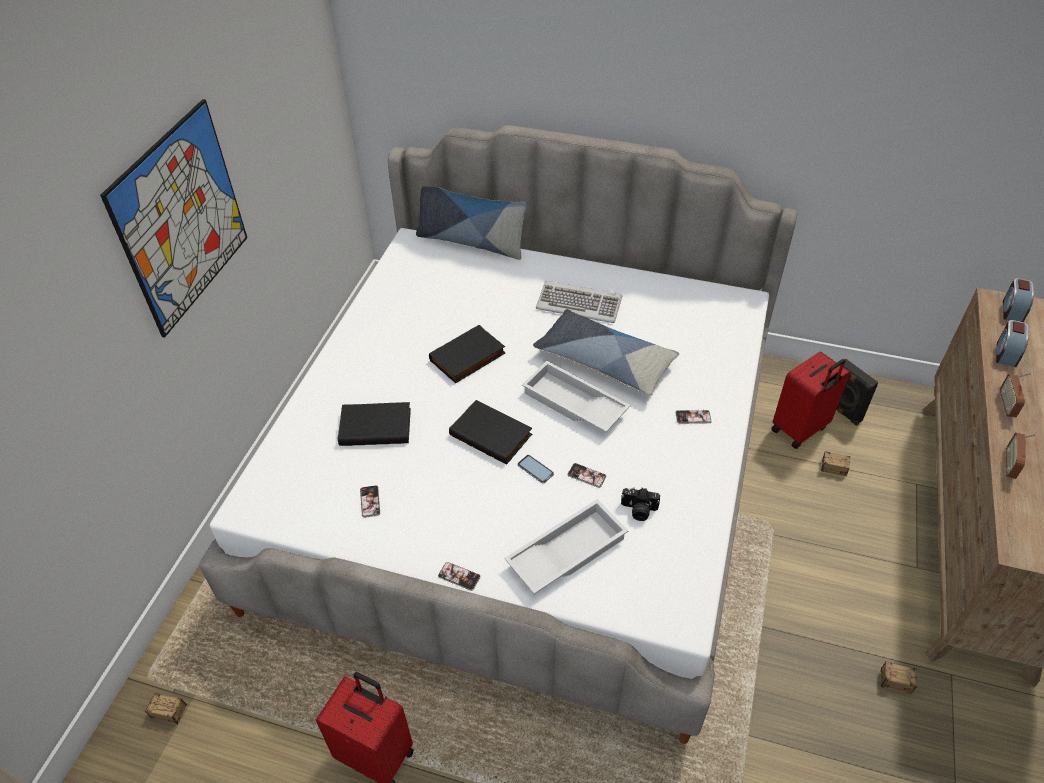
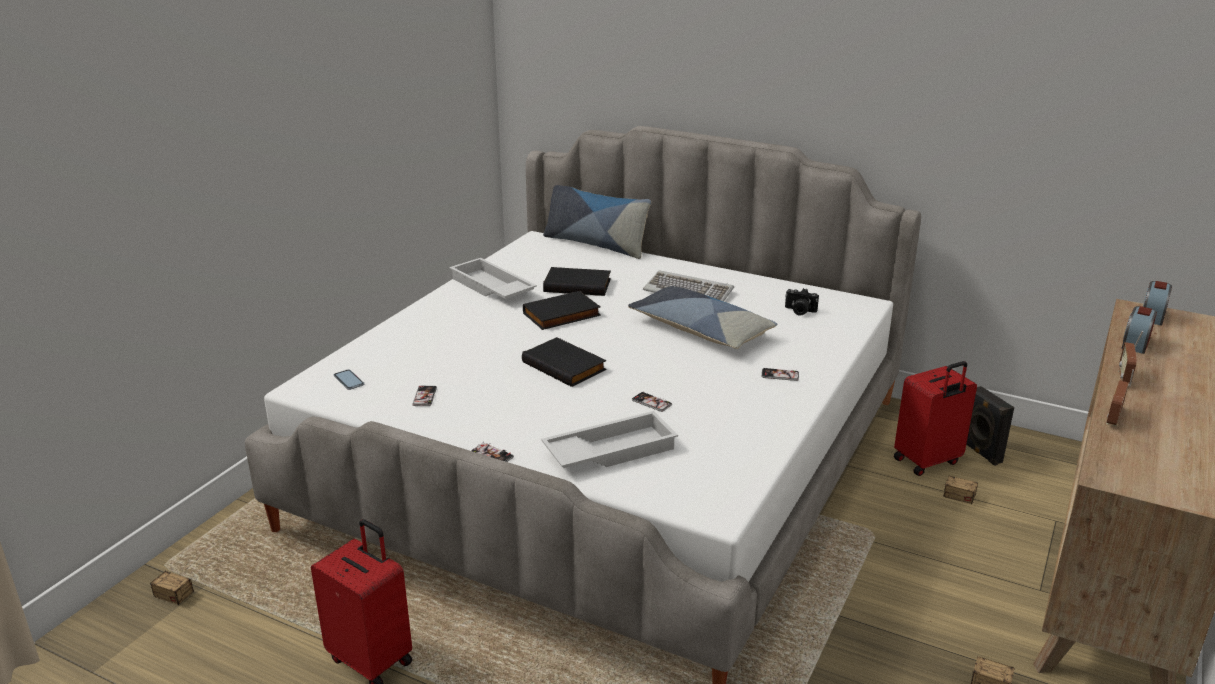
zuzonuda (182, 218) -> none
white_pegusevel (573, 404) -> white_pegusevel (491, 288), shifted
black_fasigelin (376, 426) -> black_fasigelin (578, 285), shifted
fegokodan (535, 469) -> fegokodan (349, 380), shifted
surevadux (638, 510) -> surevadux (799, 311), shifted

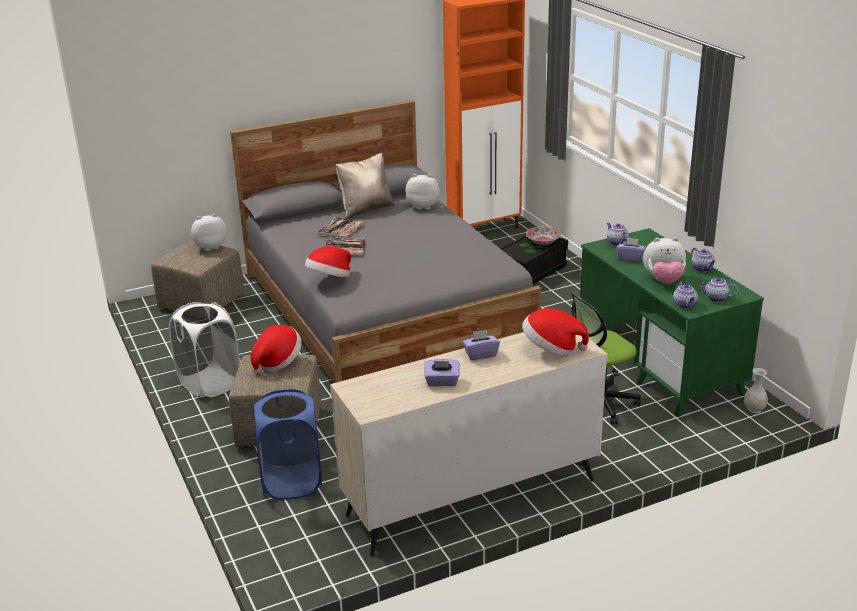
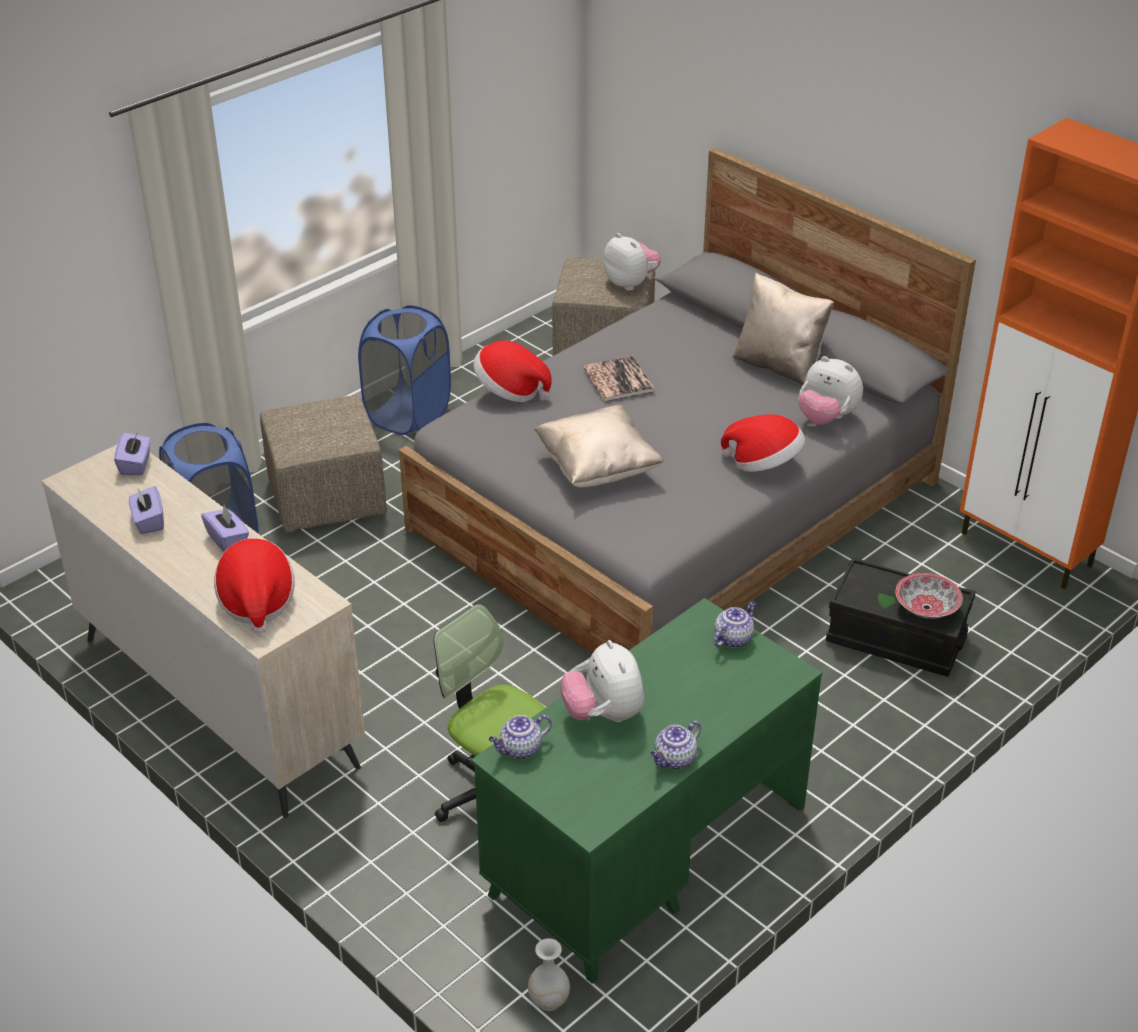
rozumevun (423, 206) -> rozumevun (826, 418), 135 degrees clockwise
fasigelin (341, 229) -> none
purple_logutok (630, 258) -> purple_logutok (136, 465), shifted
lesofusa (715, 298) -> none
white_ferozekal (209, 383) -> blue_ferozekal (408, 414)
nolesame (277, 362) -> nolesame (764, 463), shifted
none -> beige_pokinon (598, 468)

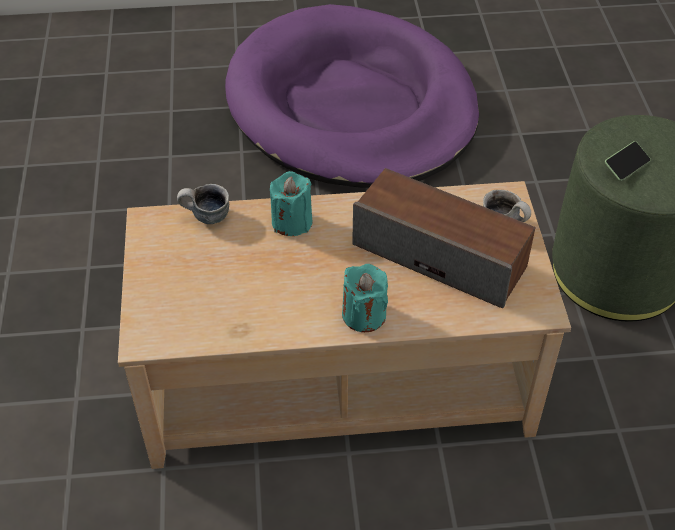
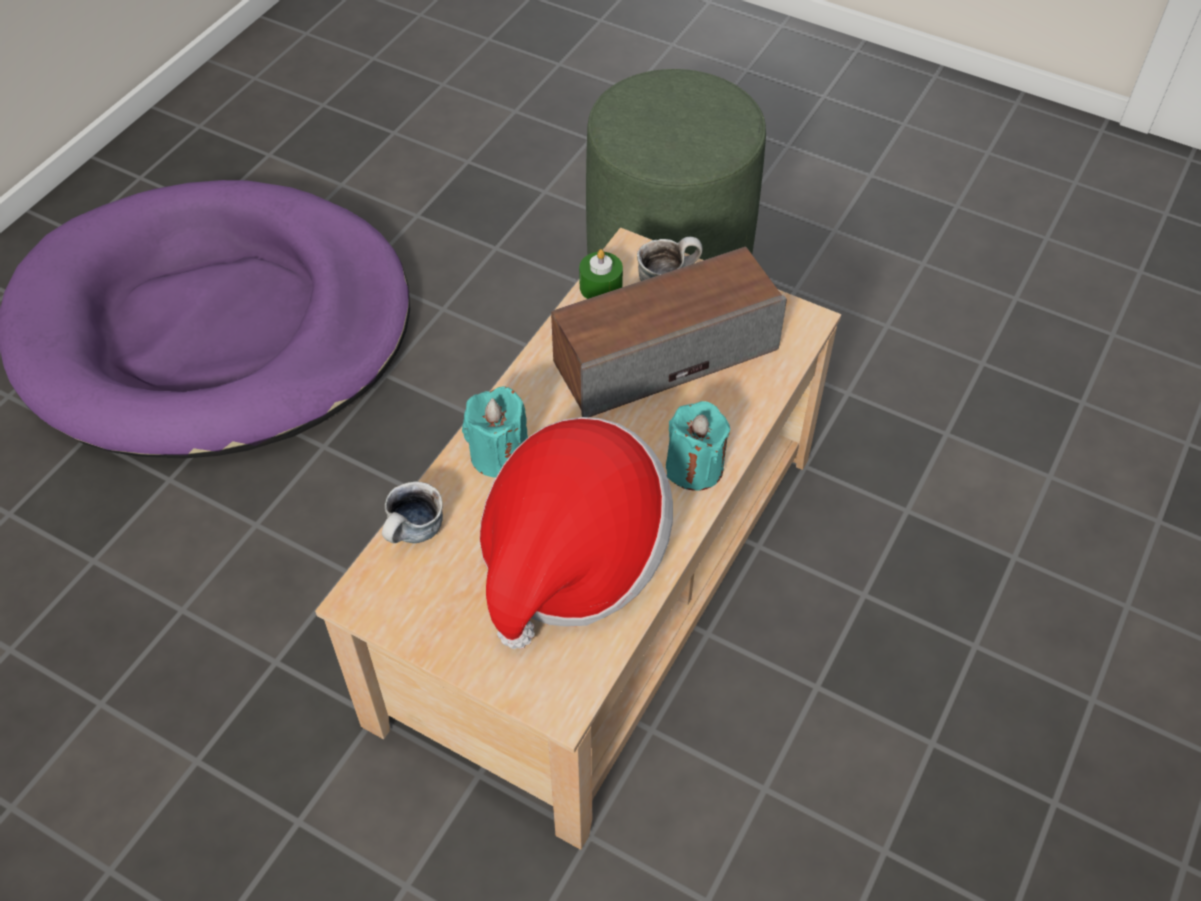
fegokodan (626, 167) -> none
none -> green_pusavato (601, 287)
none -> nolesame (571, 558)

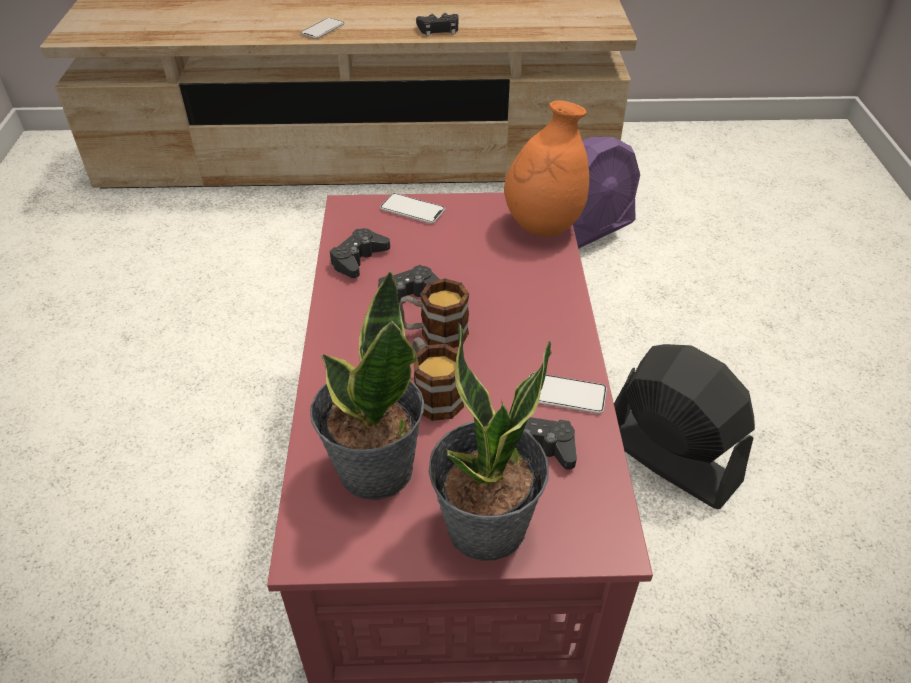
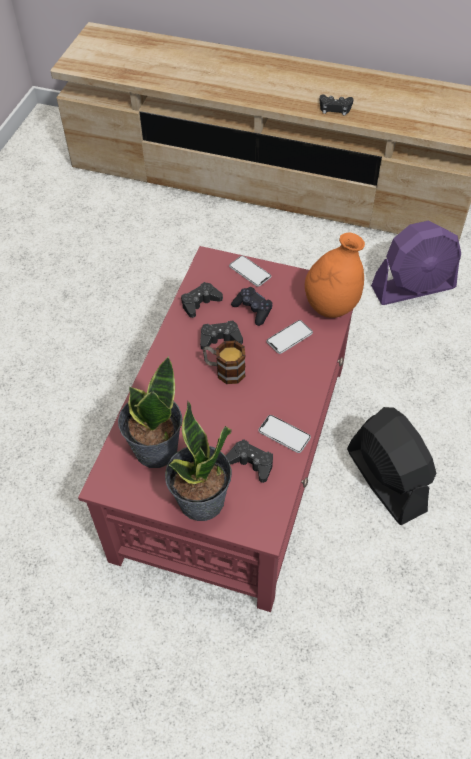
fegokodan (322, 29) -> fegokodan (289, 337), shifted
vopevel (433, 394) -> none
none -> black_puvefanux (253, 310)

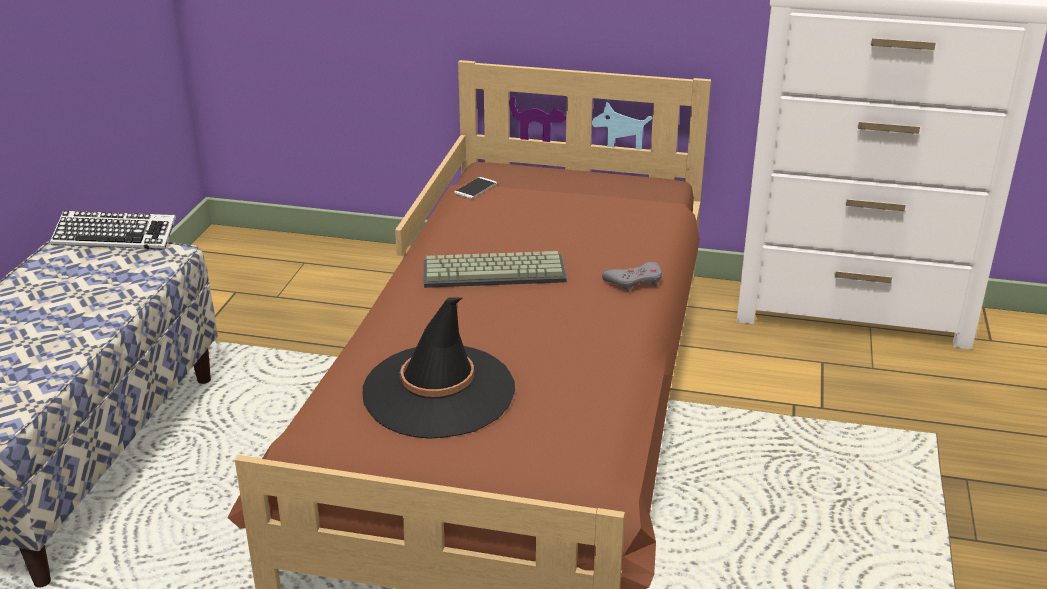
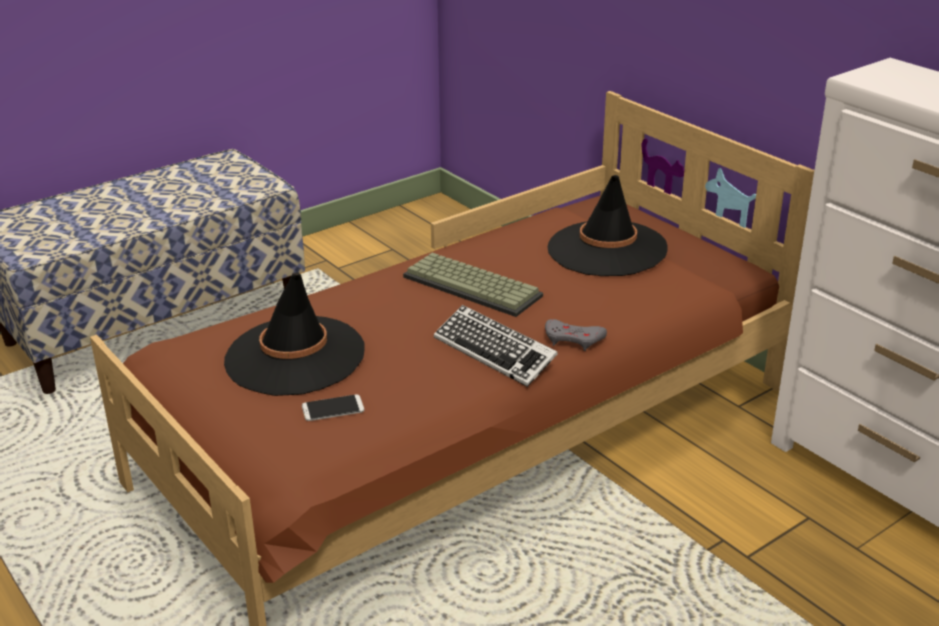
fegokodan (475, 188) -> fegokodan (333, 408), shifted
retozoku (115, 237) -> retozoku (494, 352), shifted
none -> black_nolesame (607, 249)

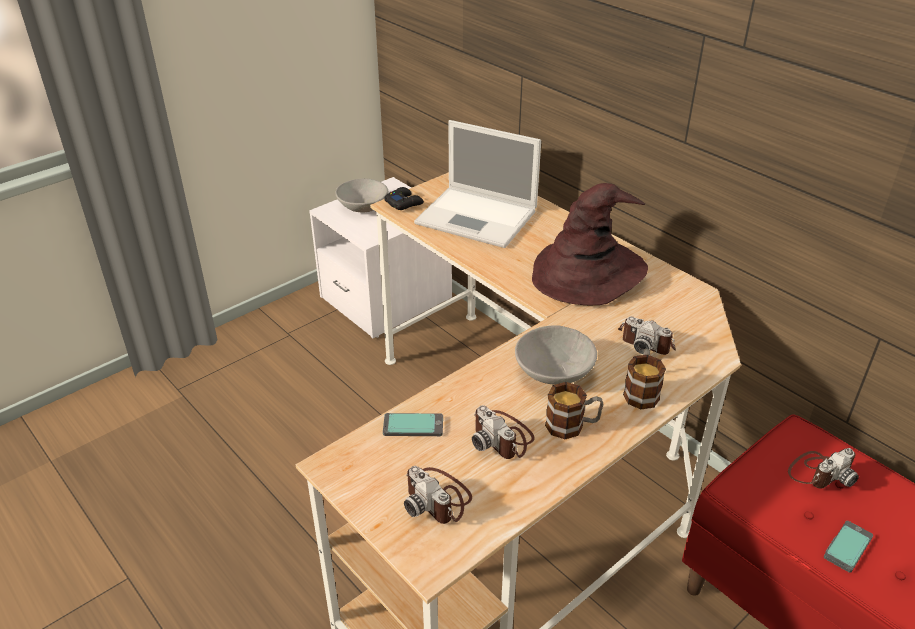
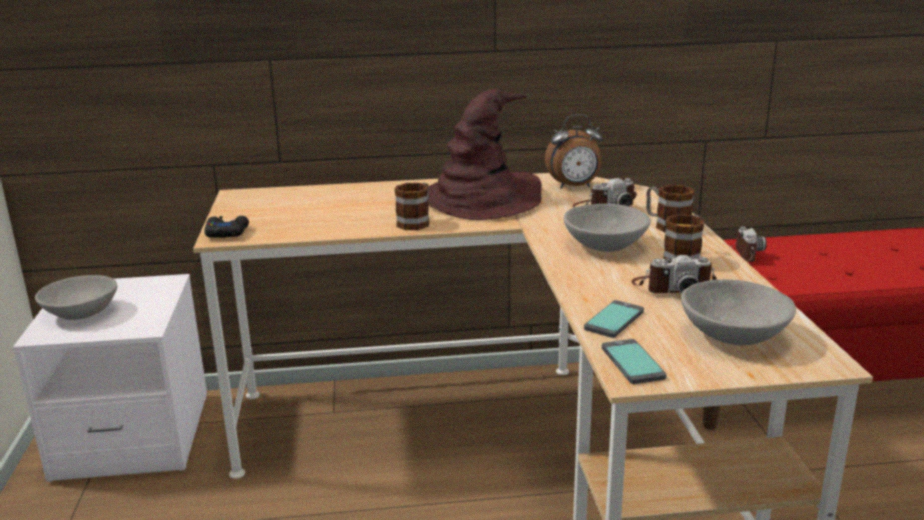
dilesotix (478, 217) -> none
surevadux (438, 498) -> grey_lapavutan (734, 335)
fegokodan (847, 547) -> fegokodan (632, 363), shifted
none -> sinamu (574, 187)
none -> vopevel (416, 222)

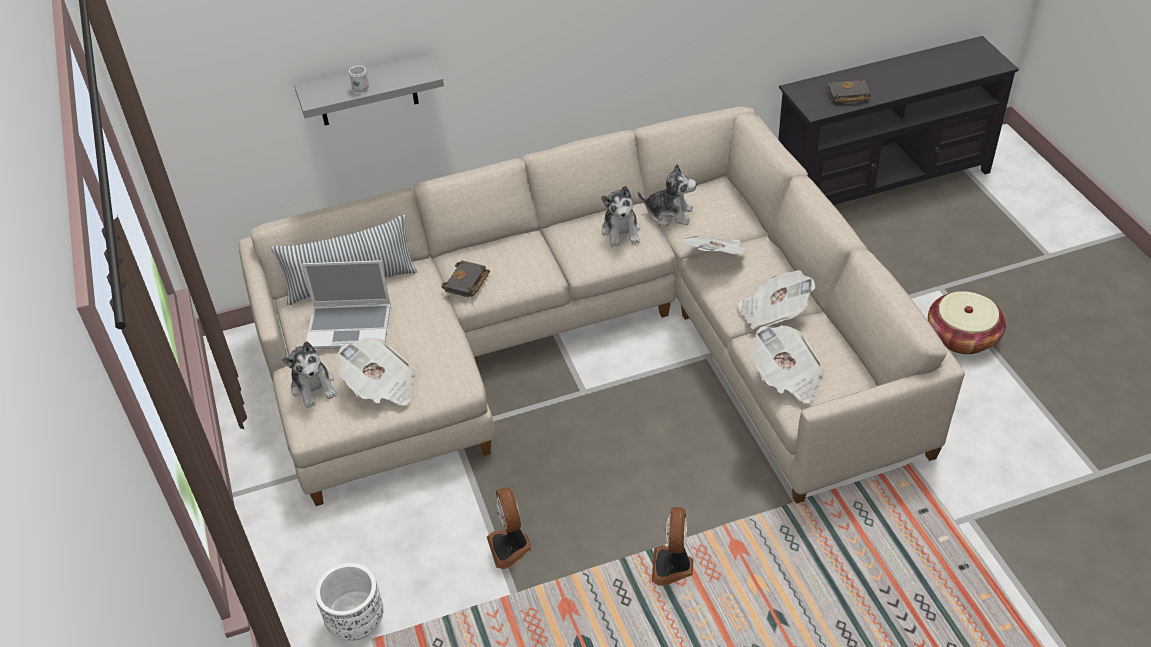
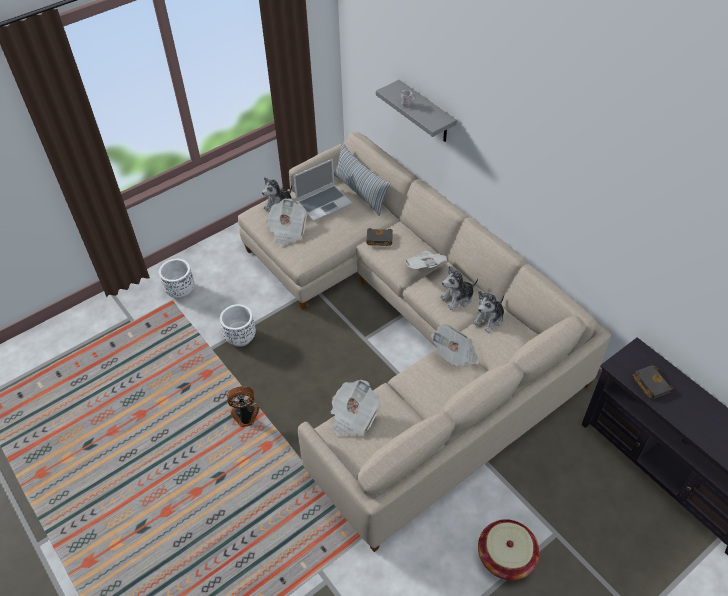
rozumevun (669, 214) -> rozumevun (489, 319), 45 degrees clockwise
dilesotix (351, 326) -> dilesotix (324, 203), 105 degrees counterclockwise
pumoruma (773, 313) -> pumoruma (425, 267), shifted
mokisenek (510, 547) -> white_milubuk (240, 338)

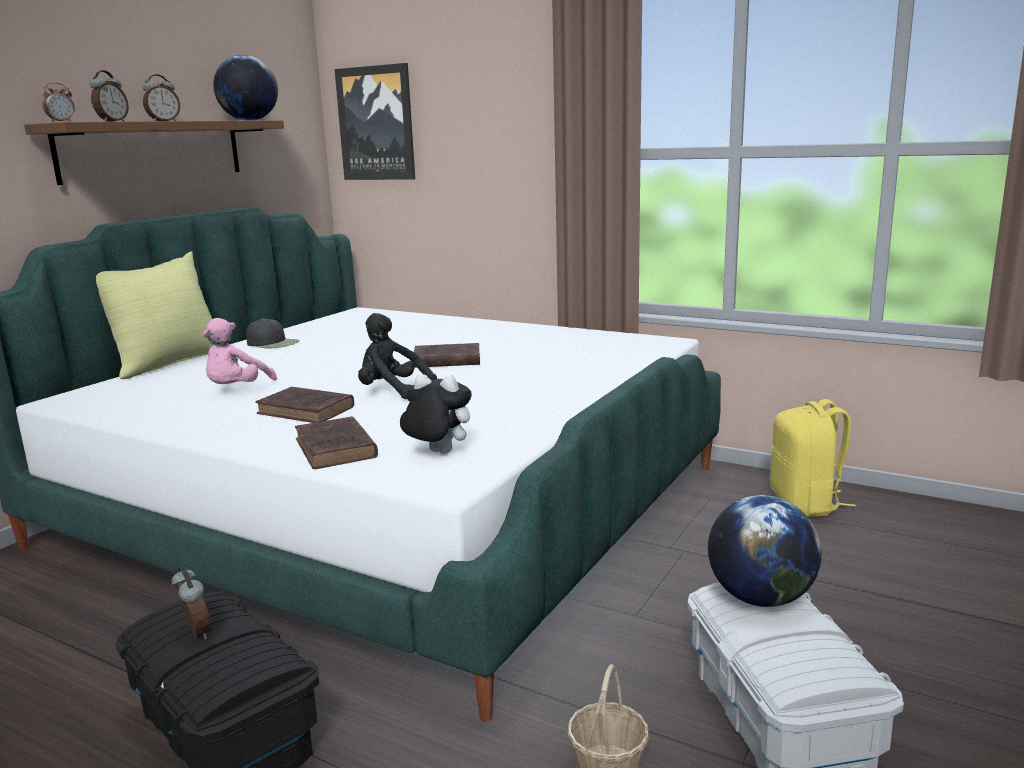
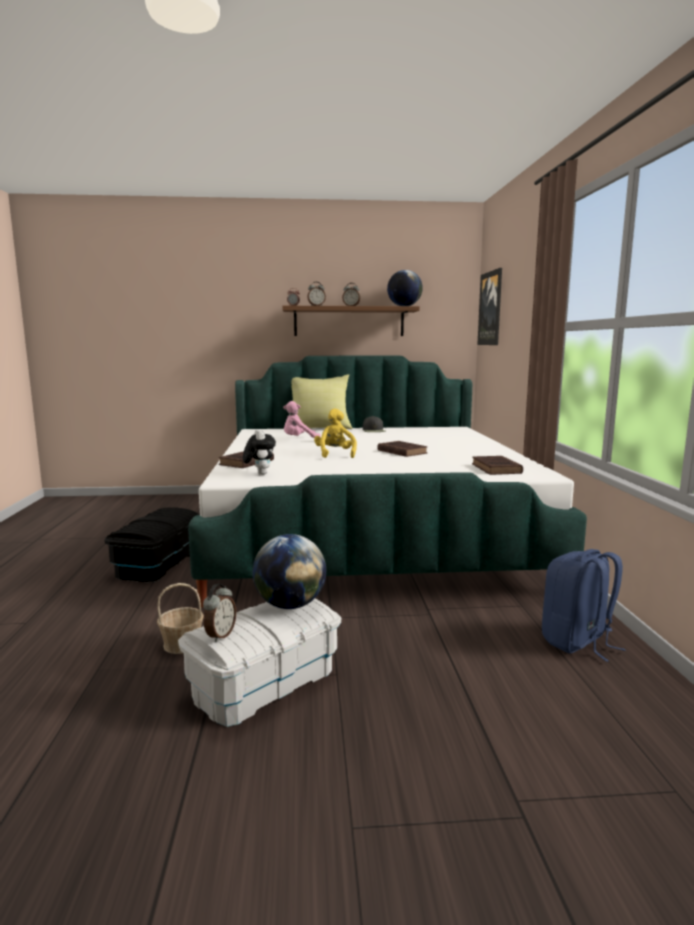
black_rozumevun (392, 391) -> yellow_rozumevun (335, 454)
brown_fasigelin (308, 411) -> brown_fasigelin (496, 469), shifted
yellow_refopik (806, 504) -> blue_refopik (577, 642)
sinamu (196, 633) -> sinamu (220, 635), shifted

